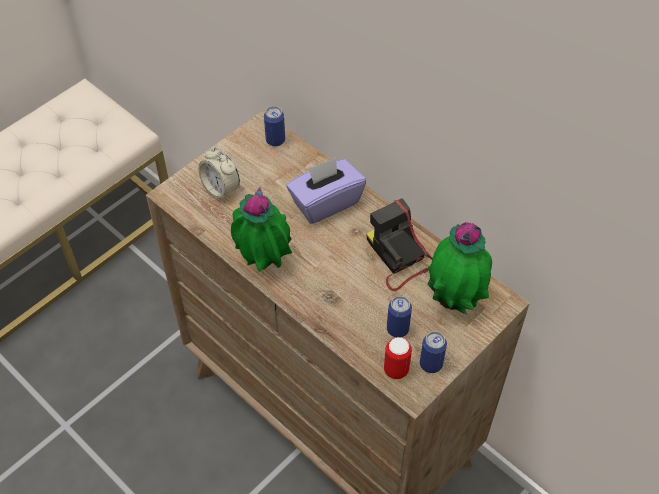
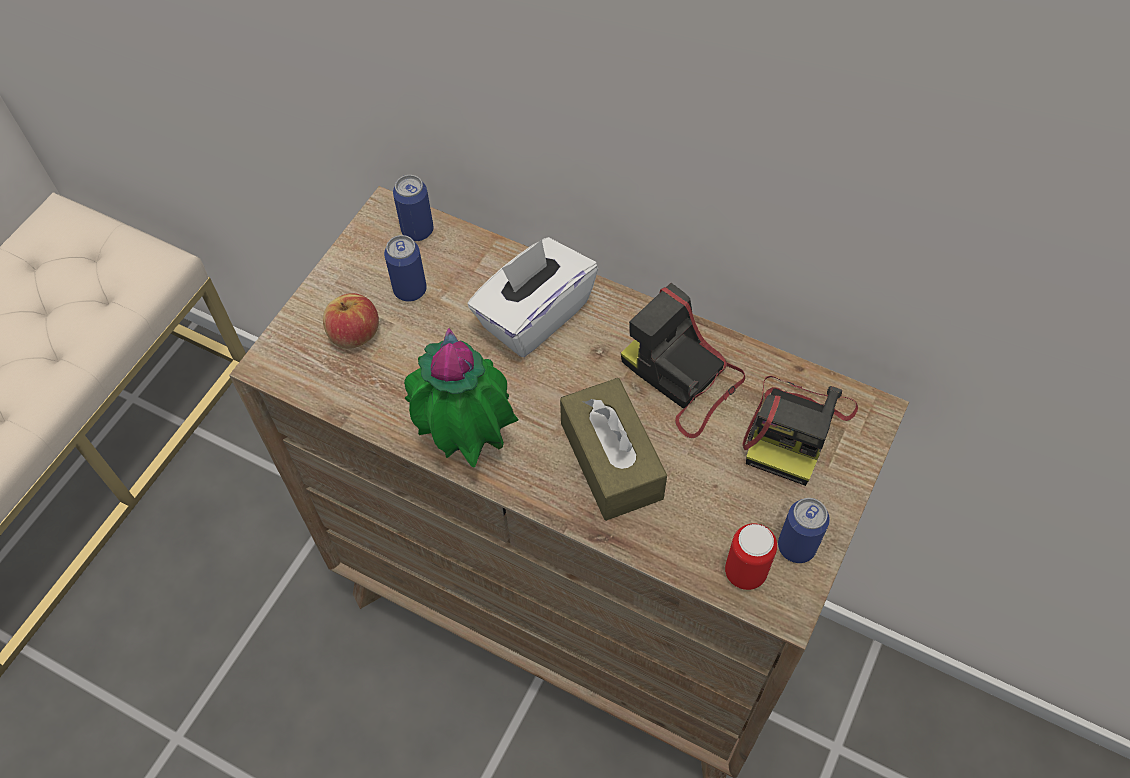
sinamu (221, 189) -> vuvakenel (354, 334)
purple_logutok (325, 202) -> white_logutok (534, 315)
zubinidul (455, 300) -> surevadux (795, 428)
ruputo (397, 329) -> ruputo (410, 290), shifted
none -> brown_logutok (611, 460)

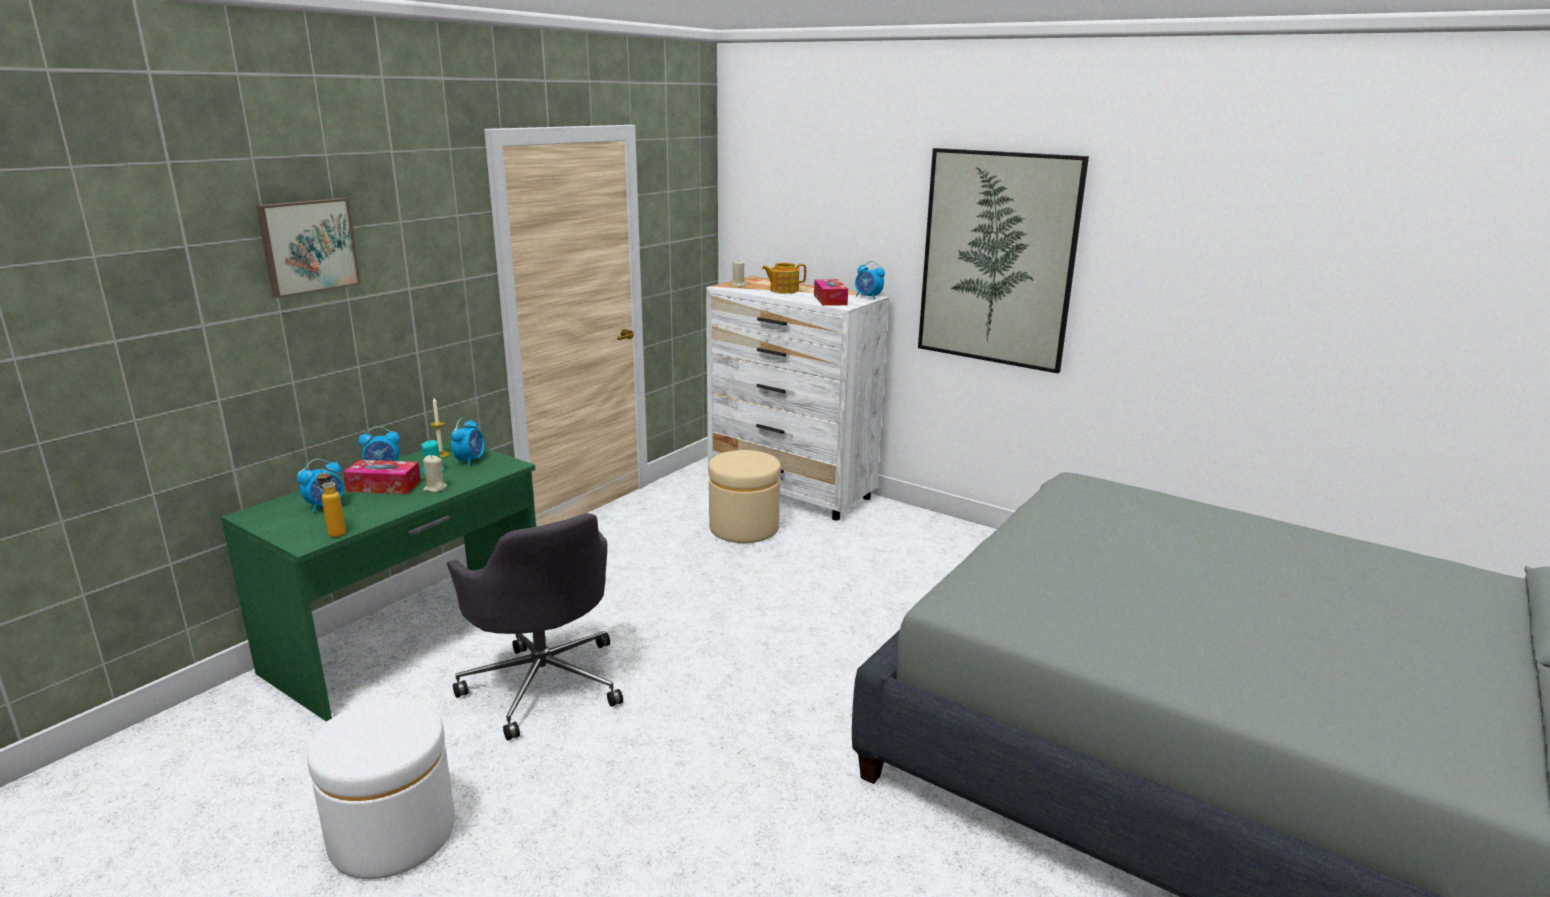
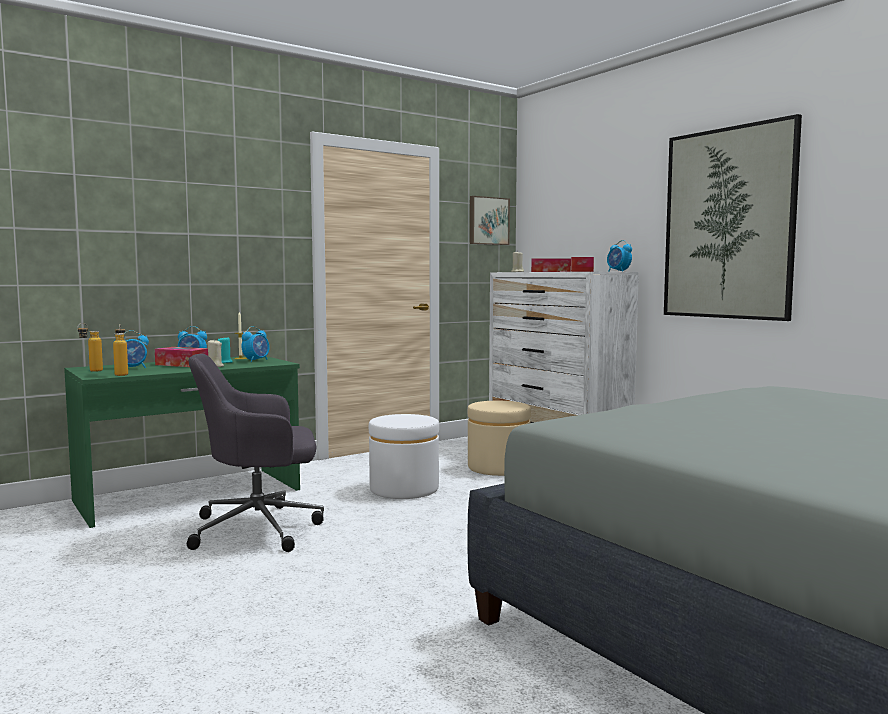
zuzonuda (308, 246) -> zuzonuda (488, 221), shifted
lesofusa (783, 290) -> logutok (550, 271)
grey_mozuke (544, 682) -> grey_mozuke (260, 528), 90 degrees clockwise
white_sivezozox (392, 834) -> white_sivezozox (404, 489), shifted
none -> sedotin (91, 371)

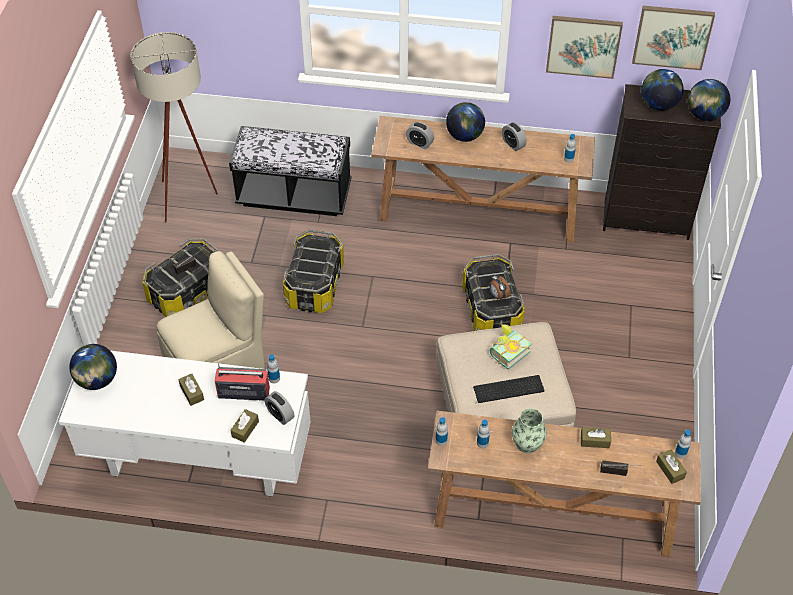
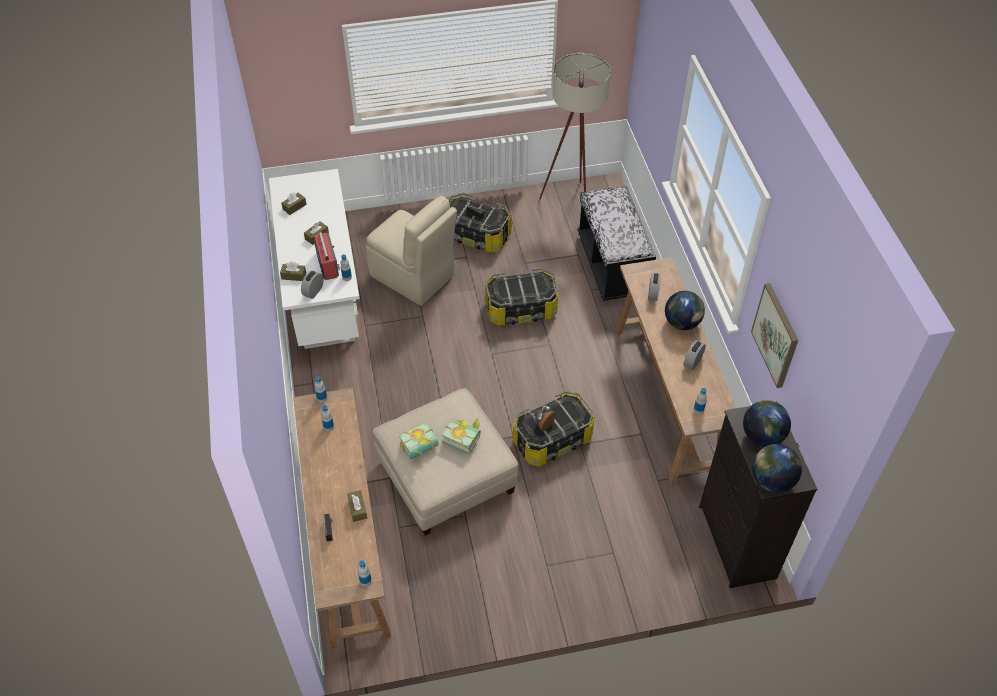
zuzonuda (672, 36) -> none
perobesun (97, 380) -> none
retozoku (508, 390) -> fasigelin (421, 449)
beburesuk (527, 443) -> none
brown_logutok (670, 470) -> brown_logutok (294, 207), shifted

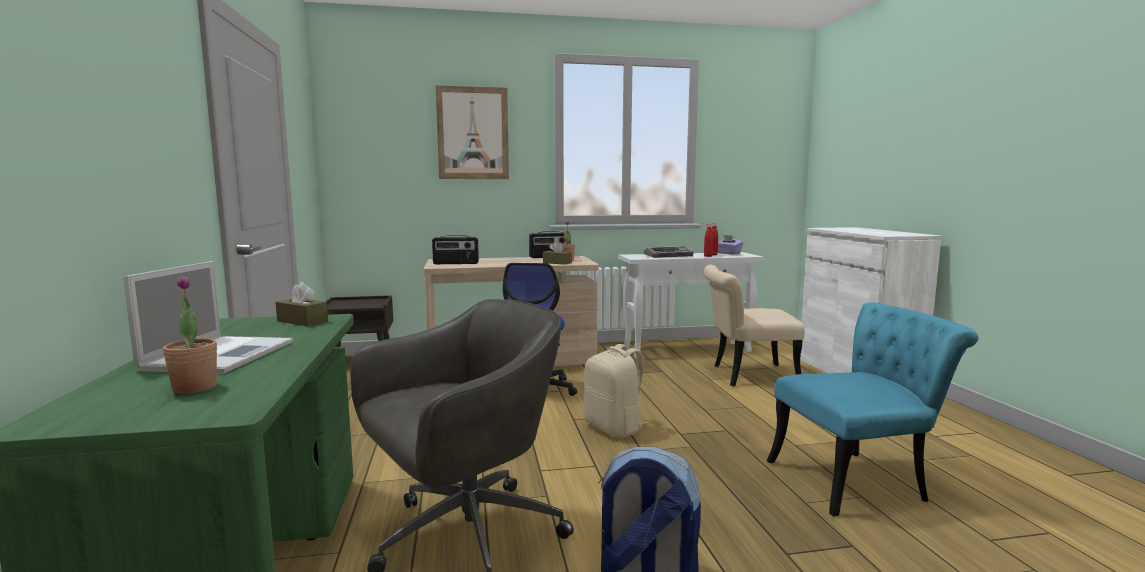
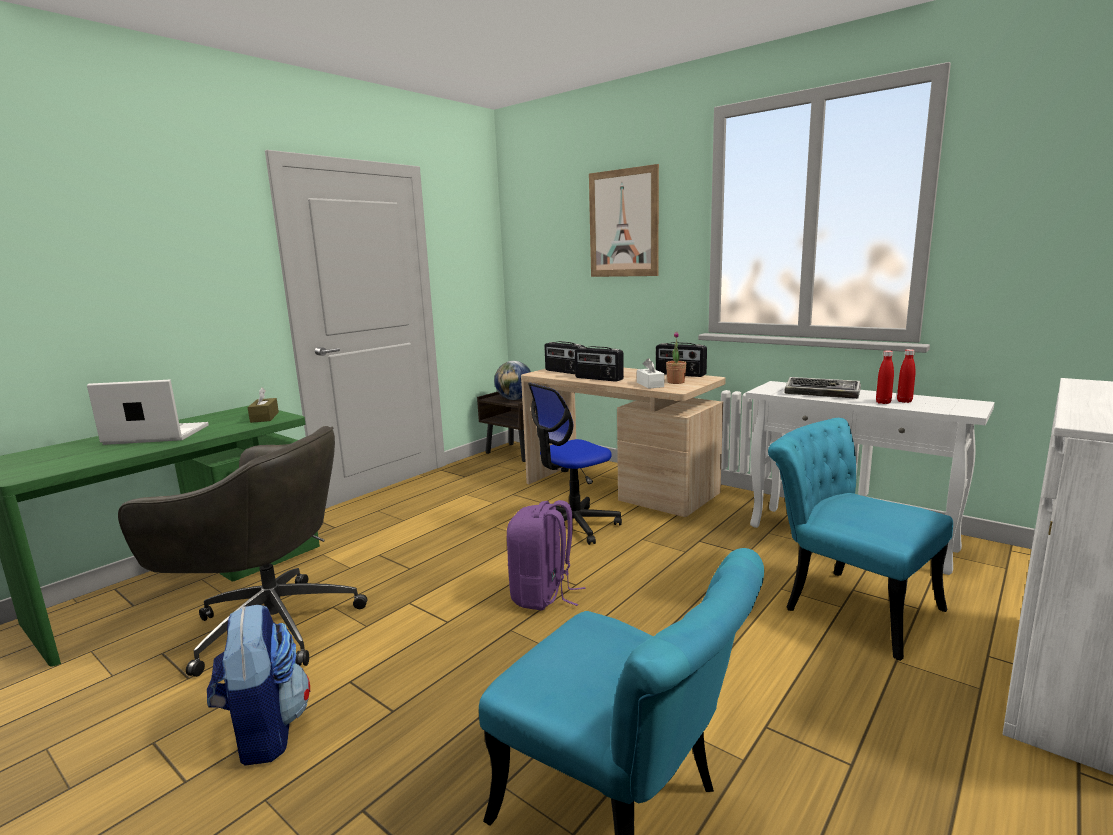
purple_logutok (728, 253) -> none
brown_logutok (557, 263) -> white_logutok (650, 385)
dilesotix (221, 355) -> dilesotix (155, 435), 150 degrees counterclockwise
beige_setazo (745, 375) -> turquoise_setazo (847, 604)
zubinidul (195, 388) -> none
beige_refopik (614, 428) -> purple_refopik (543, 595)
none -> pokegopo (598, 379)
none -> perobesun (514, 399)

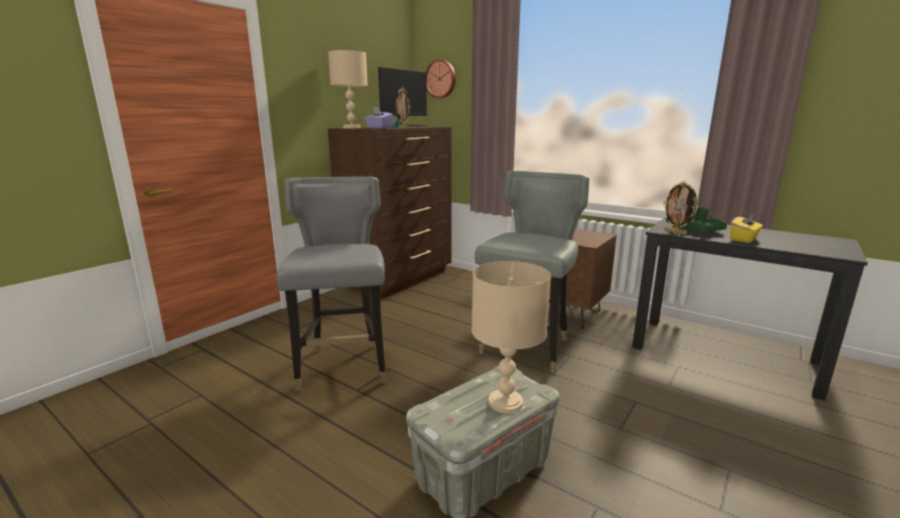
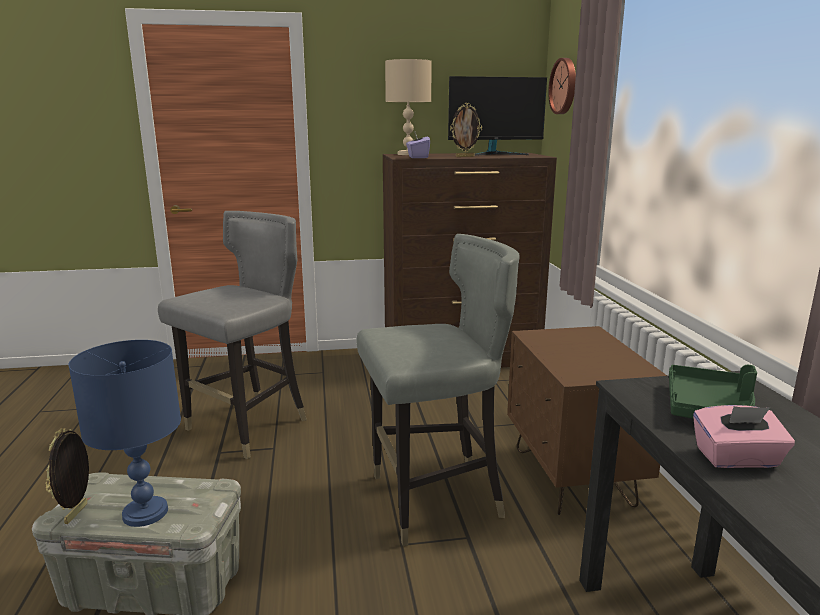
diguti (676, 232) -> diguti (78, 514), shifted
yellow_logutok (744, 239) -> pink_logutok (737, 458)
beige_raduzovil (505, 402) -> blue_raduzovil (146, 512)

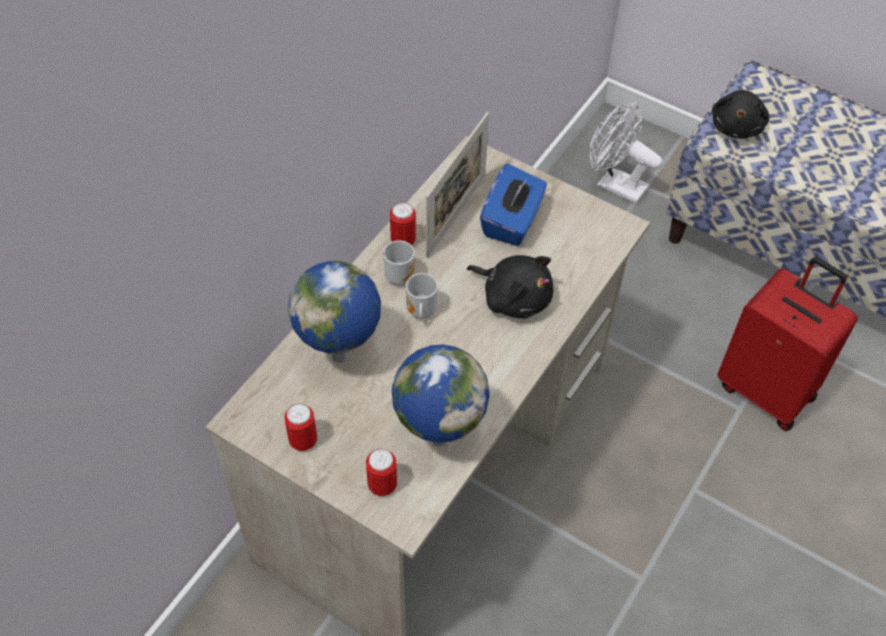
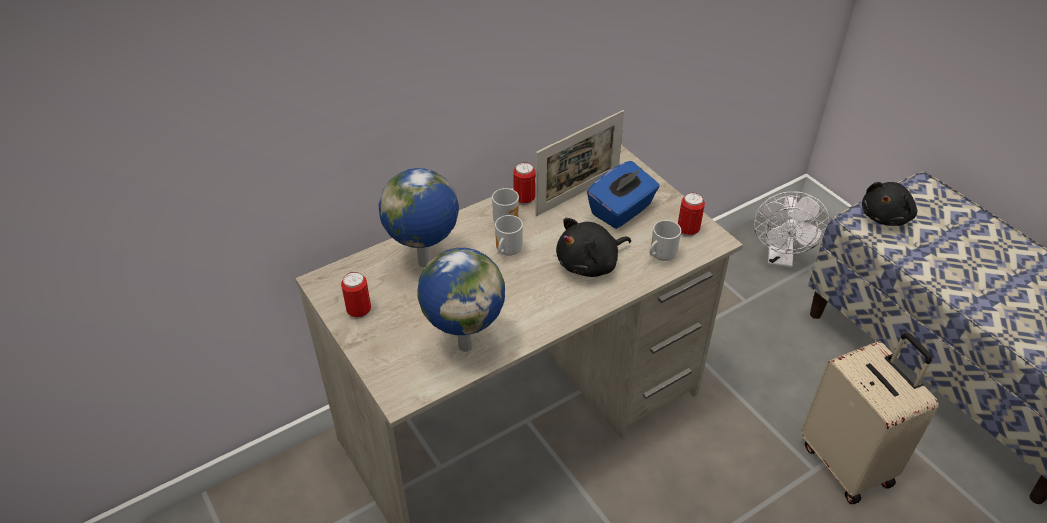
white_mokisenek (614, 184) -> white_mokisenek (780, 258), 135 degrees counterclockwise
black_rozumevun (513, 297) -> black_rozumevun (590, 264), 90 degrees clockwise
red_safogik (767, 390) -> beige_safogik (848, 463)
ruputo (382, 485) -> ruputo (688, 230), shifted
none -> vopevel (660, 256)

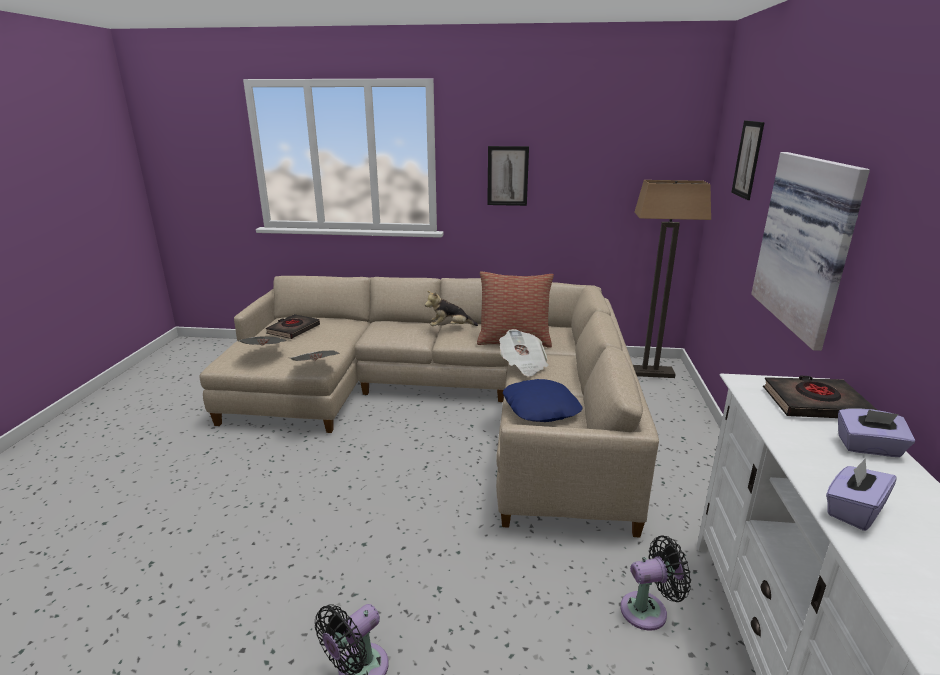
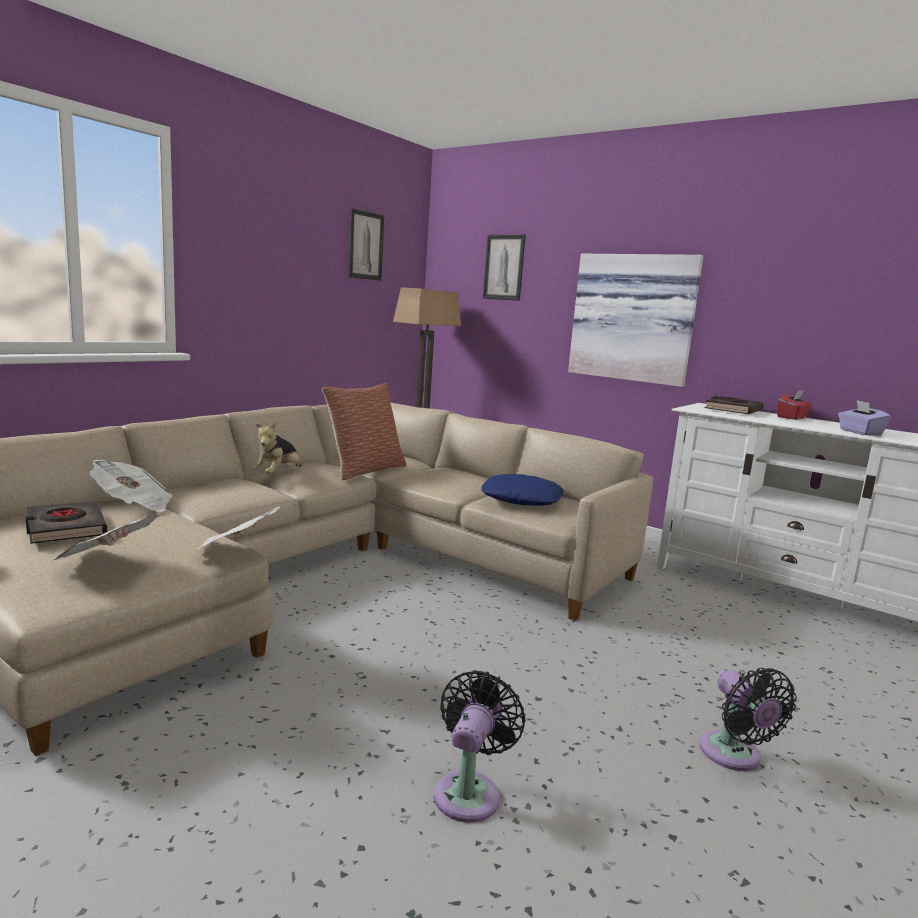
zuzonuda (507, 176) -> zuzonuda (366, 245), shifted
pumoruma (523, 365) -> pumoruma (134, 505), shifted
purple_logutok (868, 448) -> red_logutok (792, 417)
black_mokisenek (648, 610) -> black_mokisenek (469, 792), shifted

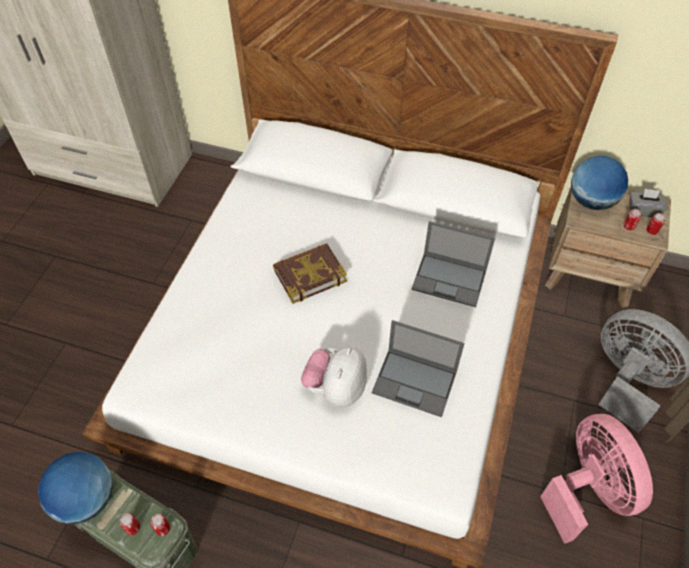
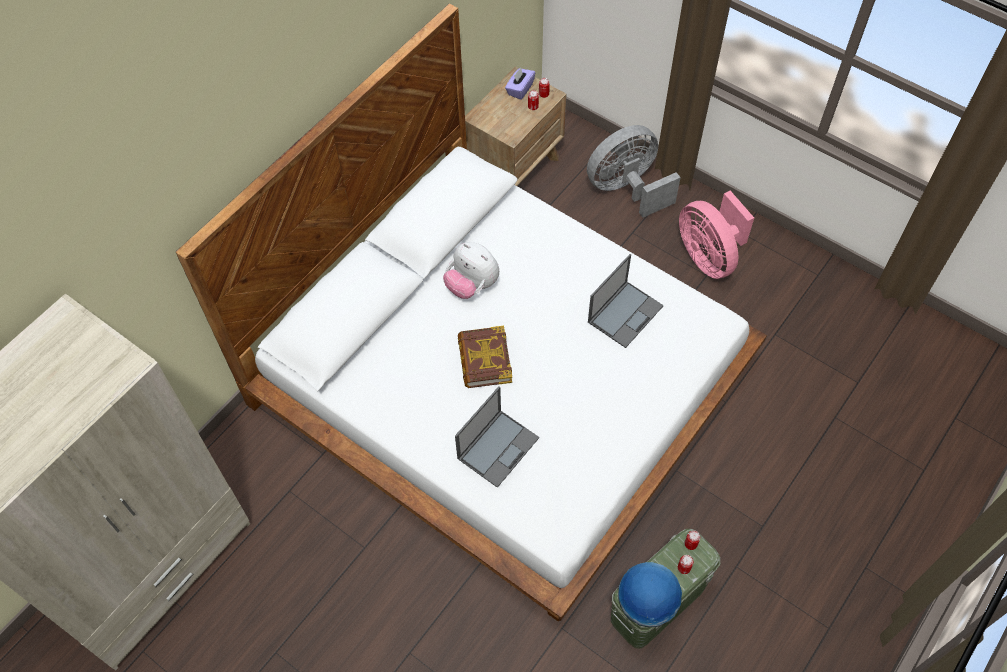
perobesun (591, 201) -> none
grey_logutok (643, 210) -> purple_logutok (520, 89)
dilesotix (450, 279) -> dilesotix (498, 447), shifted
rozumevun (336, 388) -> rozumevun (472, 285), shifted
pink_mokisenek (587, 489) -> pink_mokisenek (709, 256), 120 degrees counterclockwise

